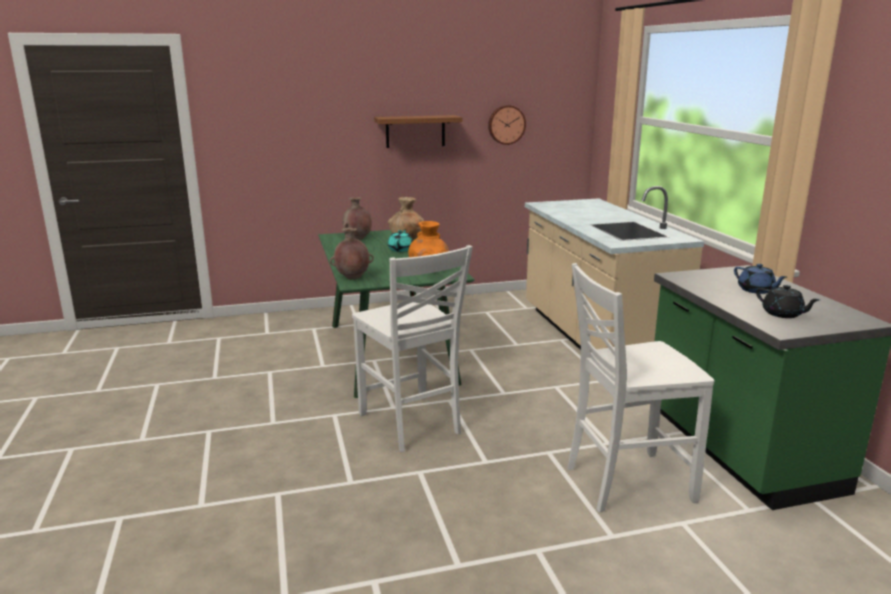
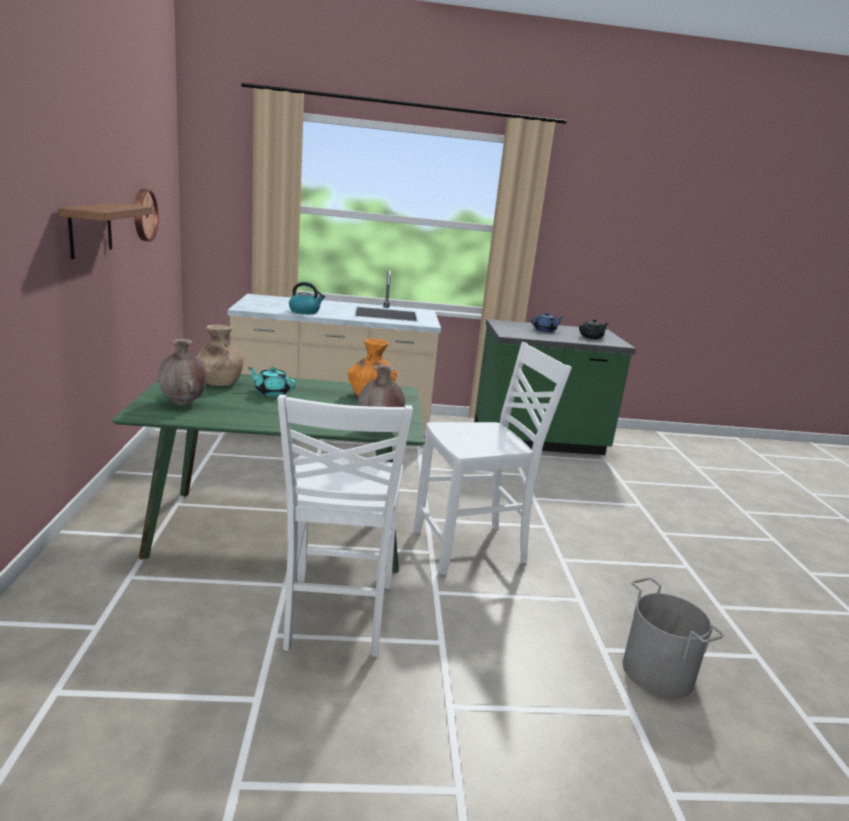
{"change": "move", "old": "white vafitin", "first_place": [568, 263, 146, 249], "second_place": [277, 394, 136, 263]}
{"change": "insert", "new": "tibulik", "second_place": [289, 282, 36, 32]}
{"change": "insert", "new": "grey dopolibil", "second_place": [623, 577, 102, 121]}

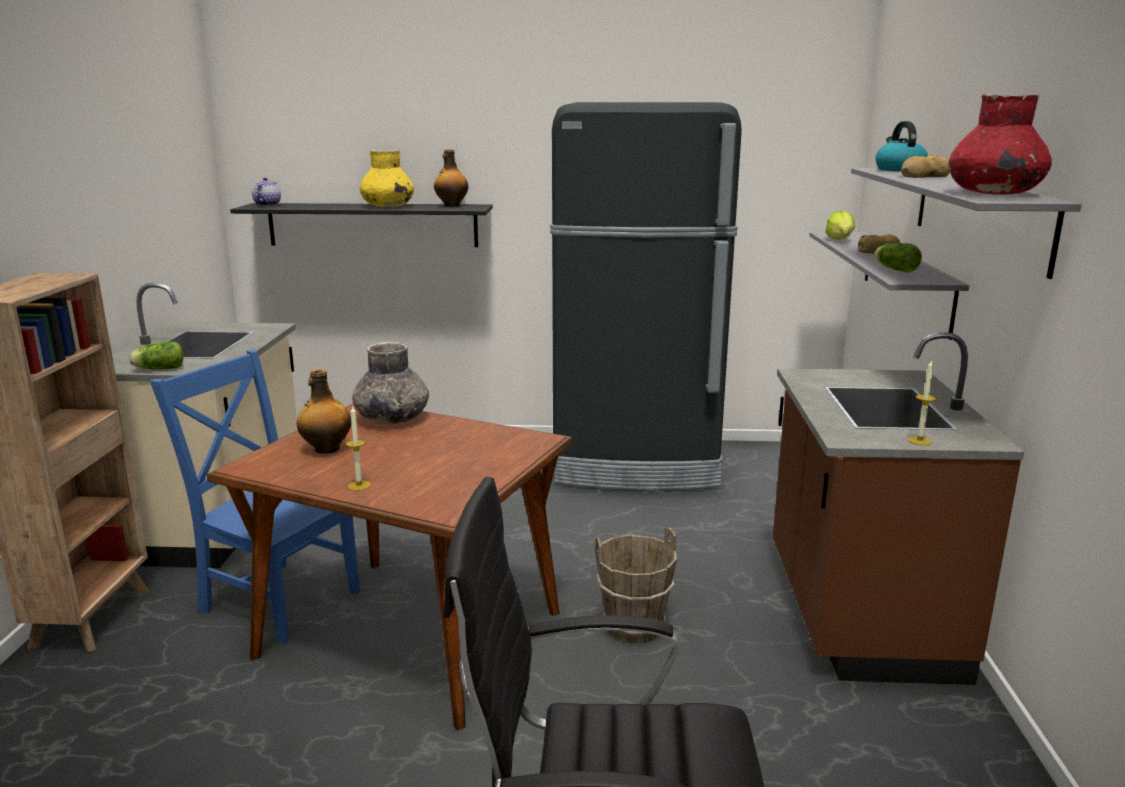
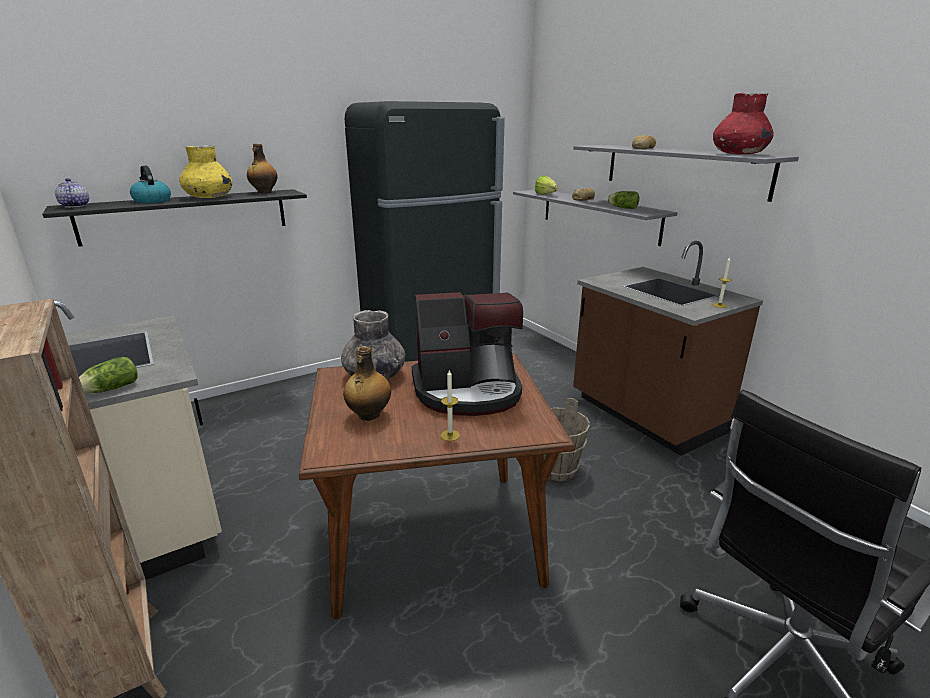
{"change": "move", "old": "tibulik", "first_place": [875, 121, 53, 51], "second_place": [130, 166, 41, 37]}
{"change": "insert", "new": "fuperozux", "second_place": [412, 292, 111, 124]}
{"change": "delete", "old": "blue vafitin", "first_place": [150, 349, 210, 295]}

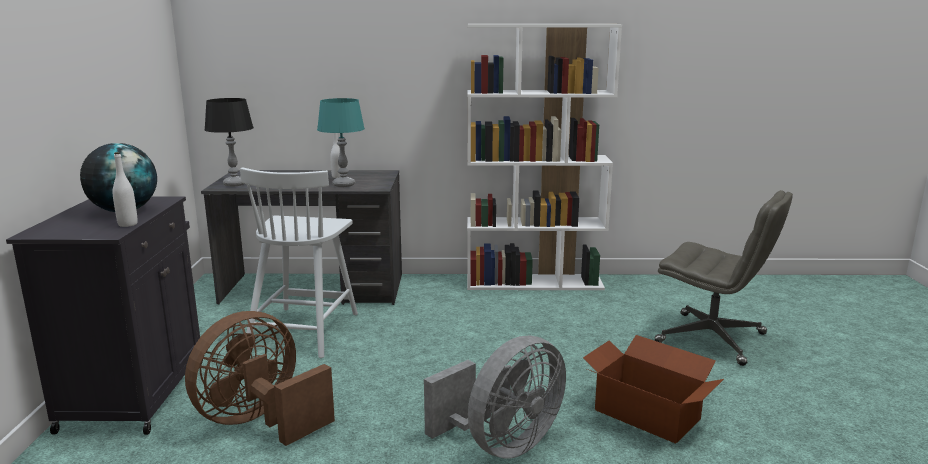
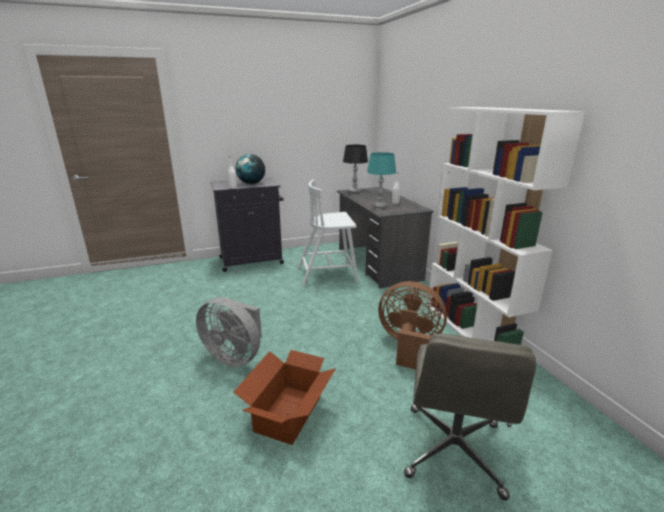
{"change": "move", "old": "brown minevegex", "first_place": [185, 311, 150, 135], "second_place": [378, 281, 69, 89]}

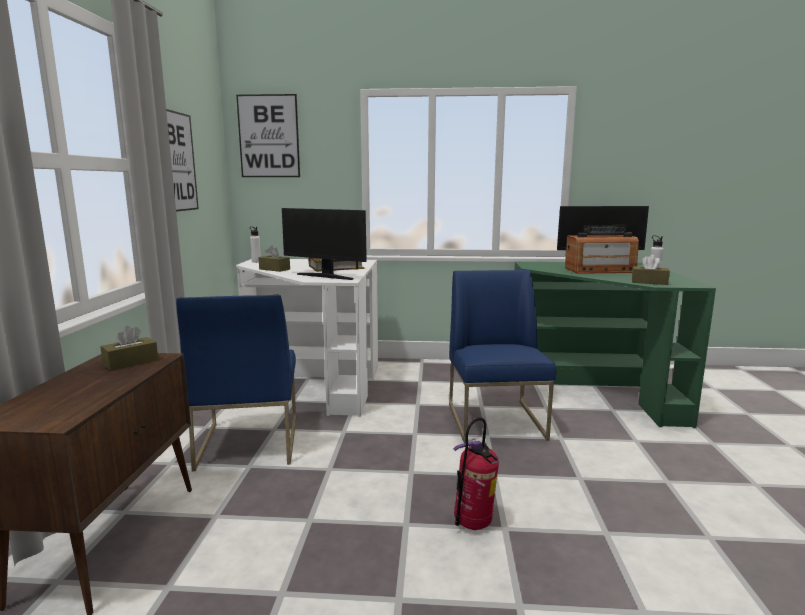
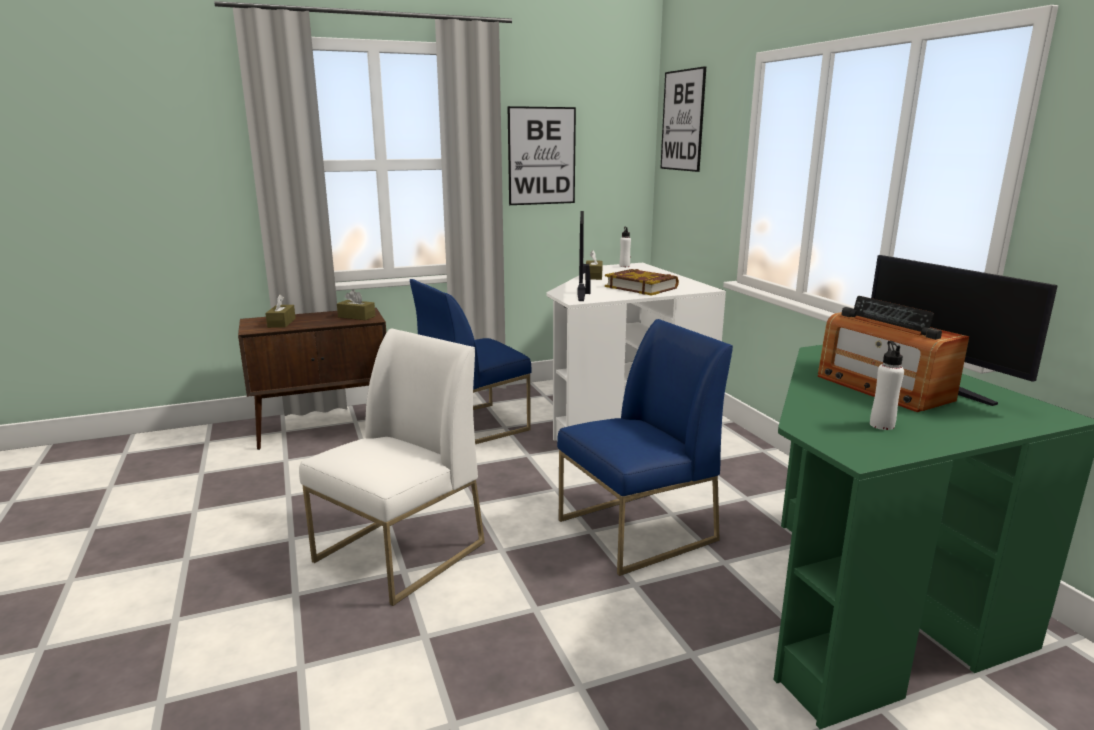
{"change": "move", "old": "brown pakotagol", "first_place": [632, 255, 38, 30], "second_place": [265, 295, 31, 33]}
{"change": "replace", "old": "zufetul", "new": "white vafitin", "first_place": [453, 417, 46, 113], "second_place": [299, 328, 186, 278]}

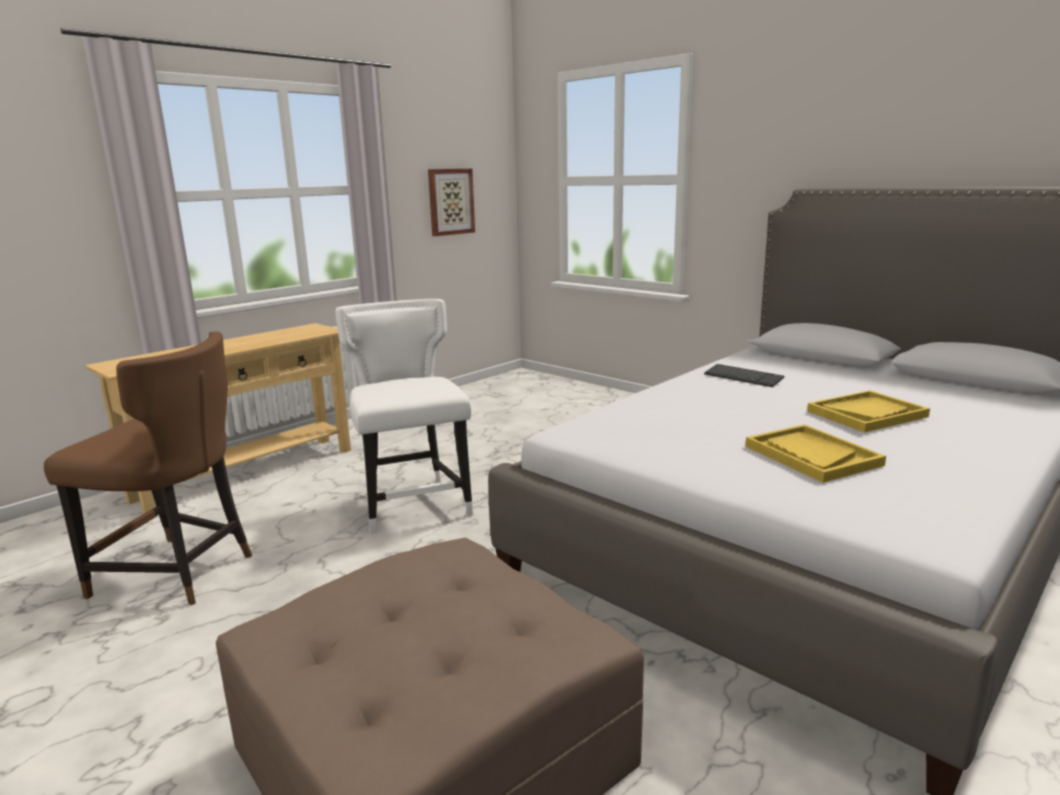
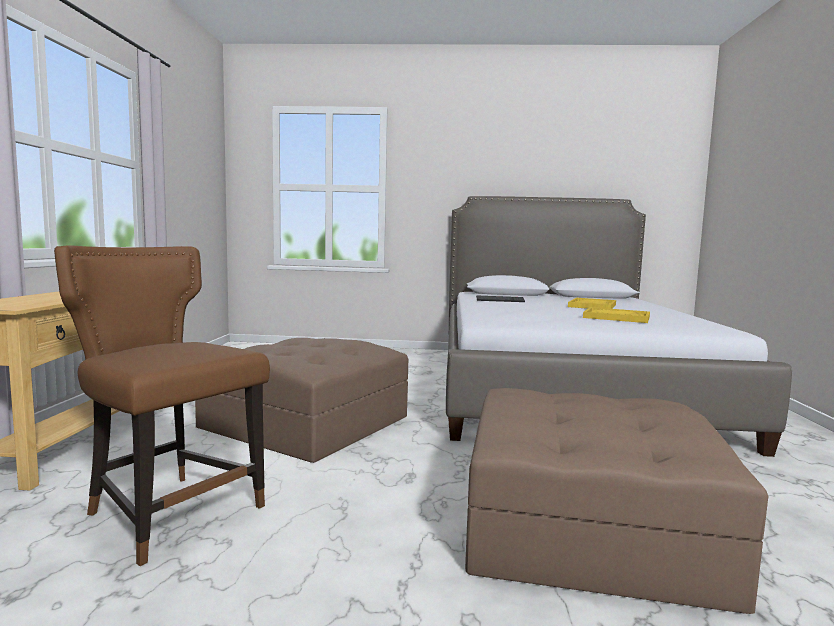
{"change": "rotate", "old": "brown vafitin", "first_place": [44, 331, 208, 274], "second_place": [54, 245, 216, 321], "degrees": -120}
{"change": "replace", "old": "white vafitin", "new": "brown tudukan", "first_place": [335, 299, 138, 235], "second_place": [195, 338, 213, 125]}
{"change": "delete", "old": "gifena", "first_place": [428, 169, 47, 67]}

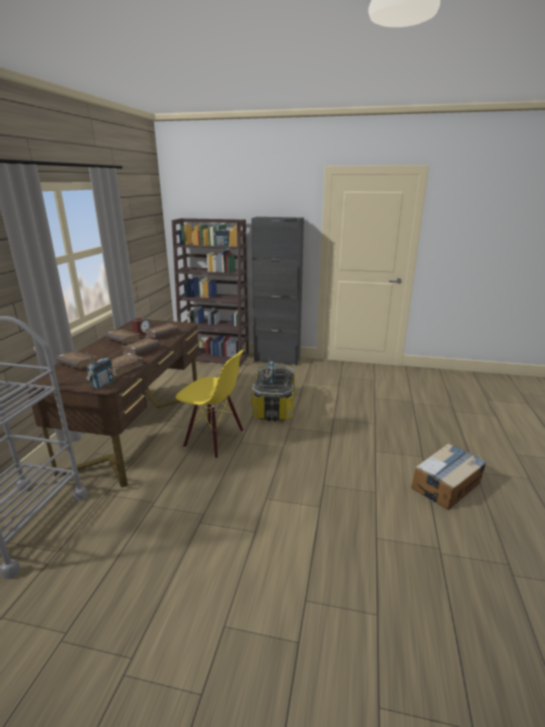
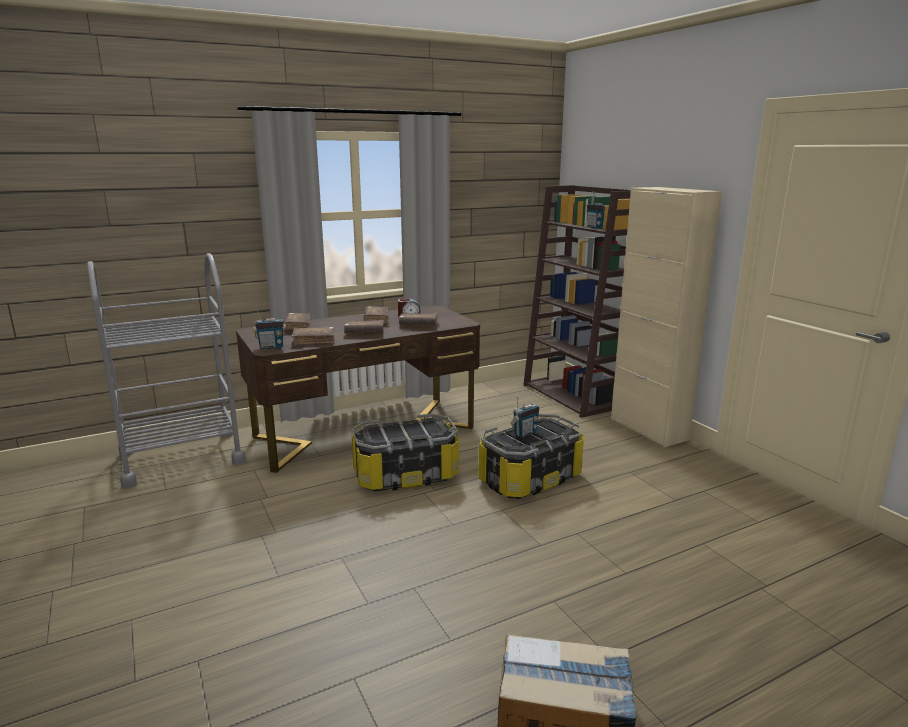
{"change": "replace", "old": "yellow vafitin", "new": "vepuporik", "first_place": [176, 350, 68, 109], "second_place": [352, 413, 107, 78]}
{"change": "recolor", "old": "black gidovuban", "new": "beige gidovuban", "first_place": [251, 217, 53, 148], "second_place": [611, 187, 111, 260]}

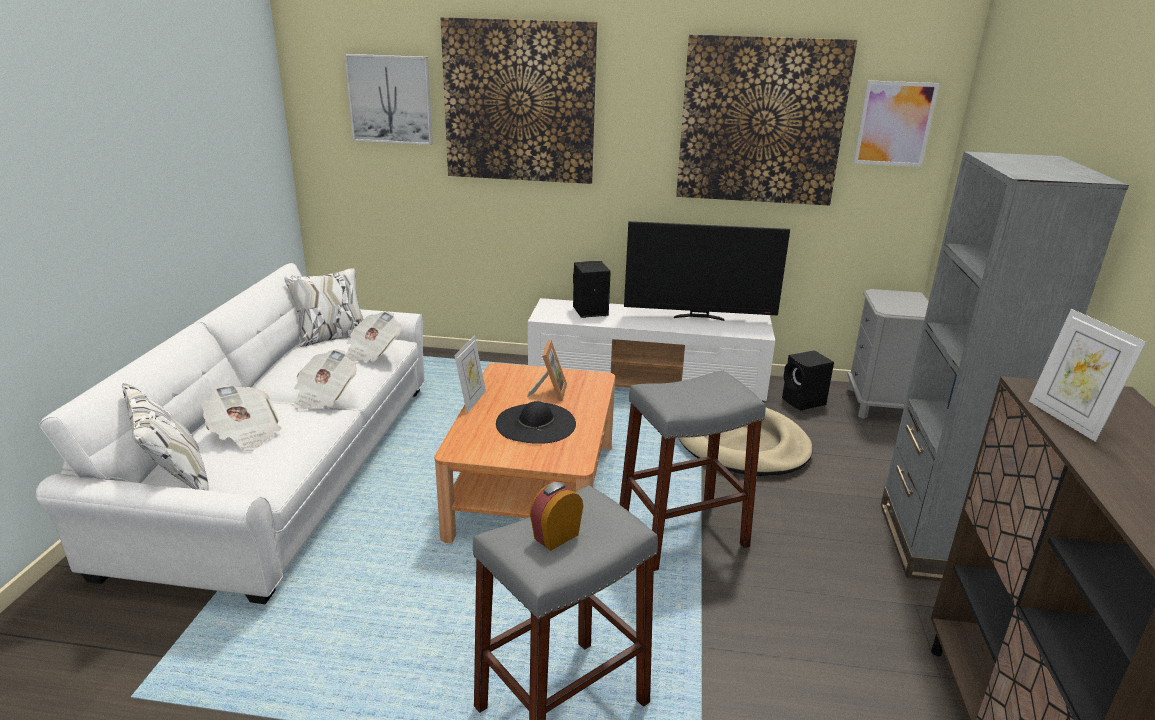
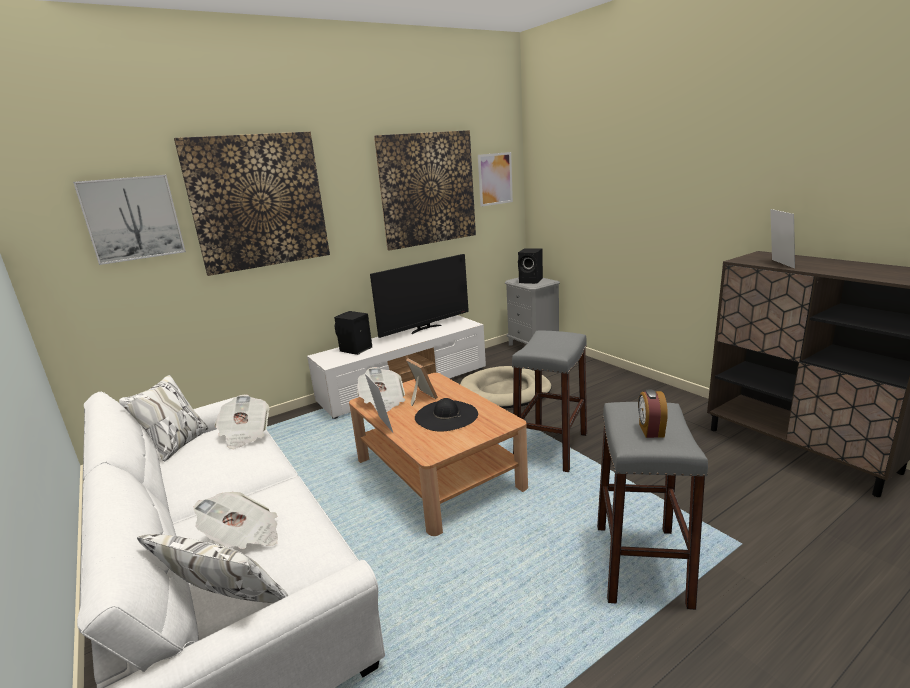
{"change": "move", "old": "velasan", "first_place": [293, 350, 63, 60], "second_place": [357, 367, 48, 45]}
{"change": "move", "old": "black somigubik", "first_place": [782, 350, 52, 61], "second_place": [518, 248, 25, 36]}
{"change": "rotate", "old": "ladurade", "first_place": [1029, 309, 117, 133], "second_place": [770, 209, 25, 60], "degrees": -120}
{"change": "delete", "old": "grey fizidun", "first_place": [881, 151, 248, 431]}

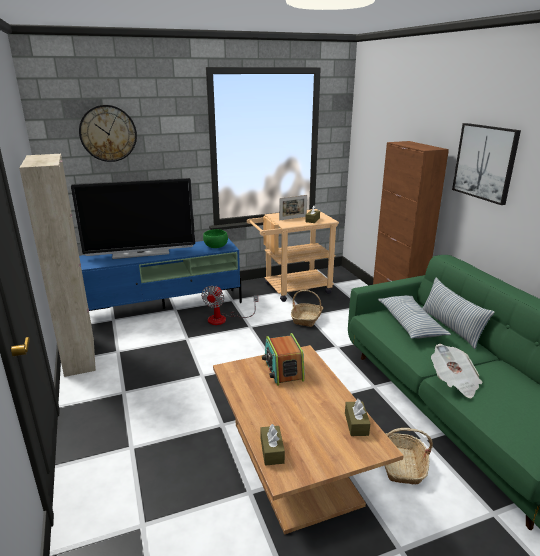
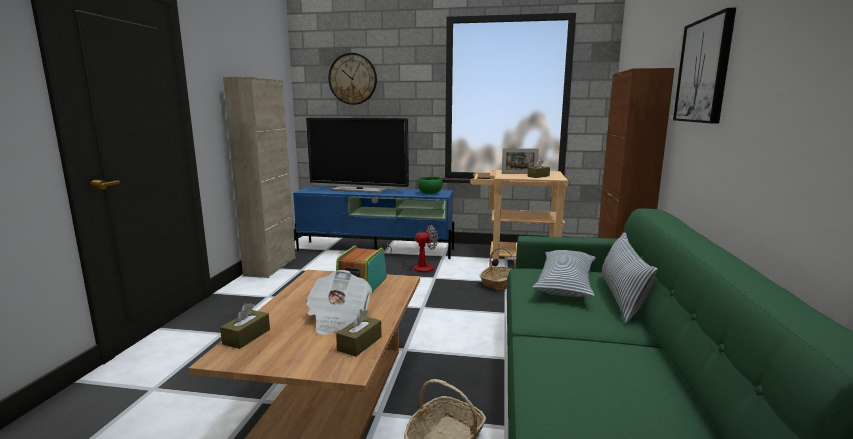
{"change": "move", "old": "velasan", "first_place": [431, 344, 51, 54], "second_place": [306, 270, 66, 65]}
{"change": "rotate", "old": "minevegex", "first_place": [201, 286, 57, 39], "second_place": [387, 225, 51, 47], "degrees": -150}

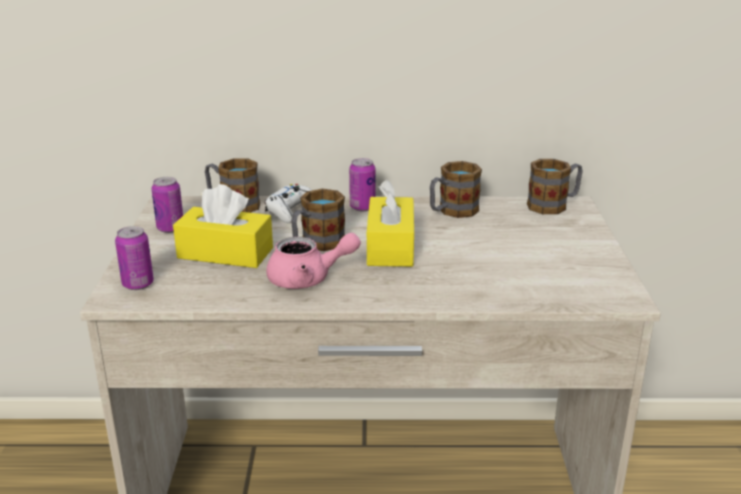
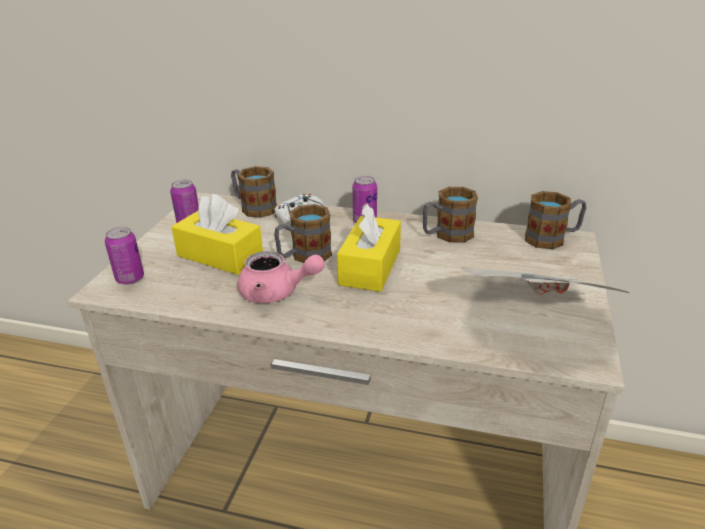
{"change": "insert", "new": "velasan", "second_place": [460, 267, 170, 28]}

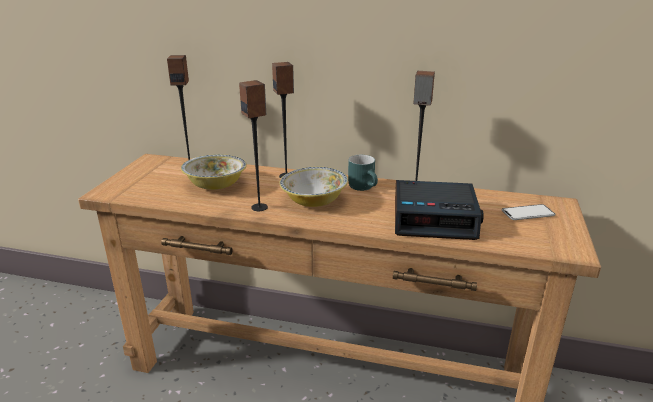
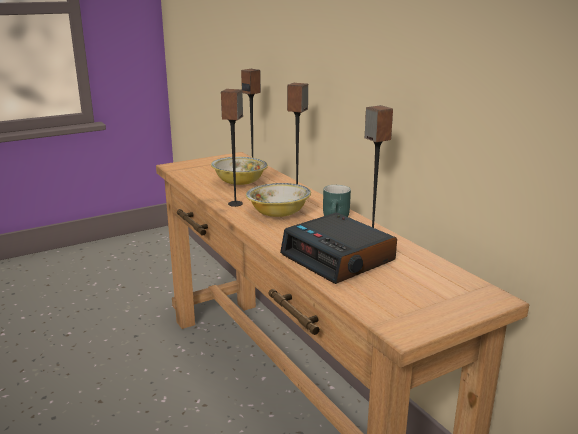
{"change": "delete", "old": "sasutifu", "first_place": [502, 204, 53, 16]}

